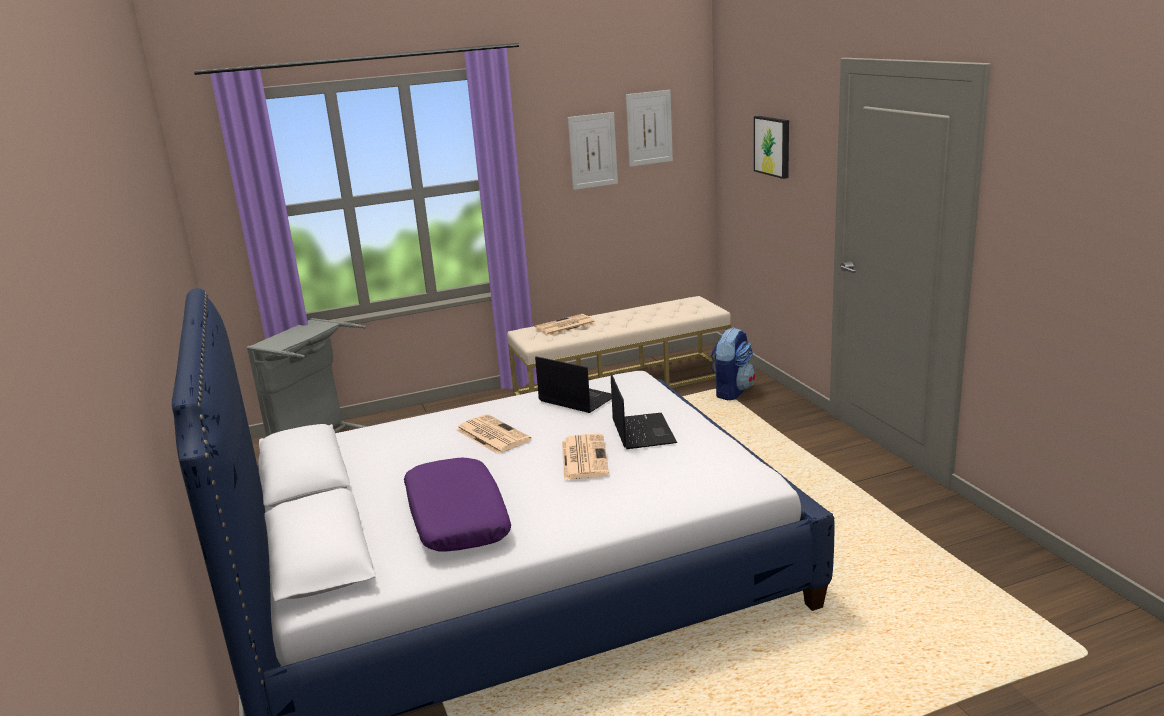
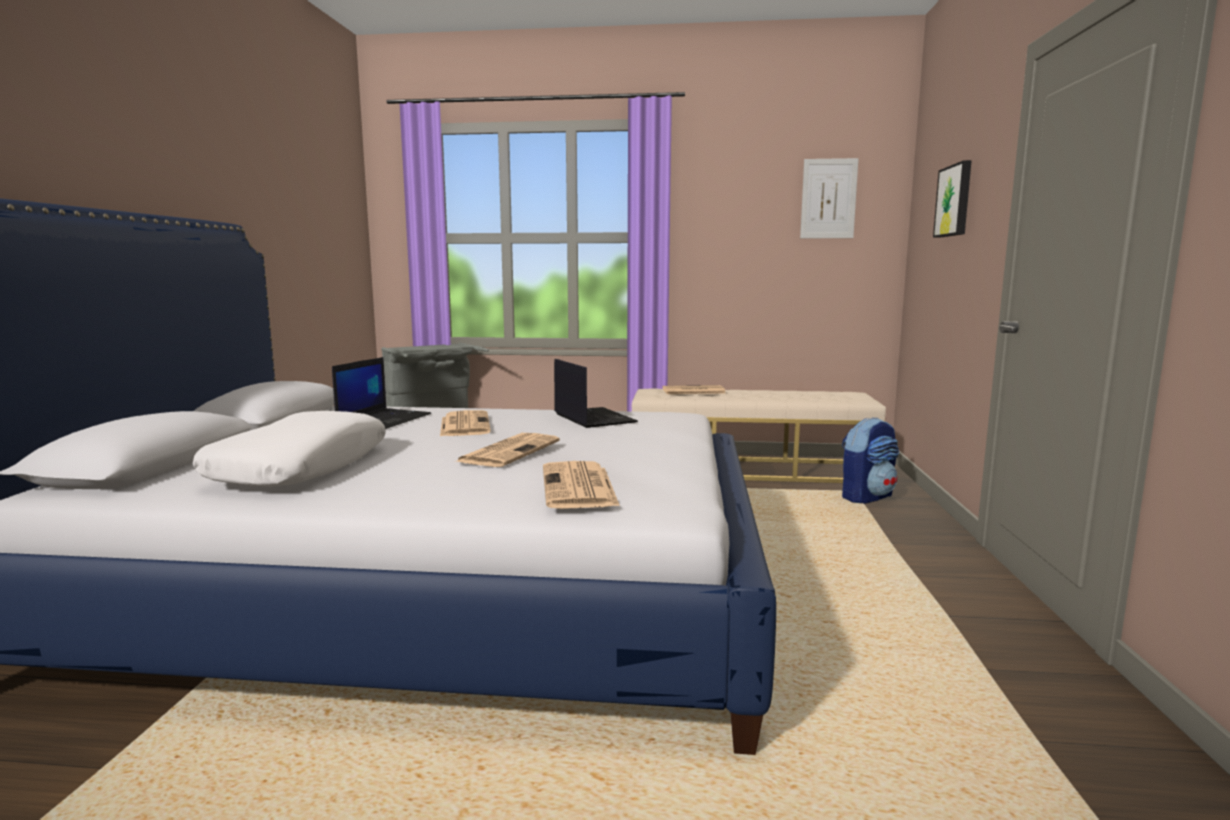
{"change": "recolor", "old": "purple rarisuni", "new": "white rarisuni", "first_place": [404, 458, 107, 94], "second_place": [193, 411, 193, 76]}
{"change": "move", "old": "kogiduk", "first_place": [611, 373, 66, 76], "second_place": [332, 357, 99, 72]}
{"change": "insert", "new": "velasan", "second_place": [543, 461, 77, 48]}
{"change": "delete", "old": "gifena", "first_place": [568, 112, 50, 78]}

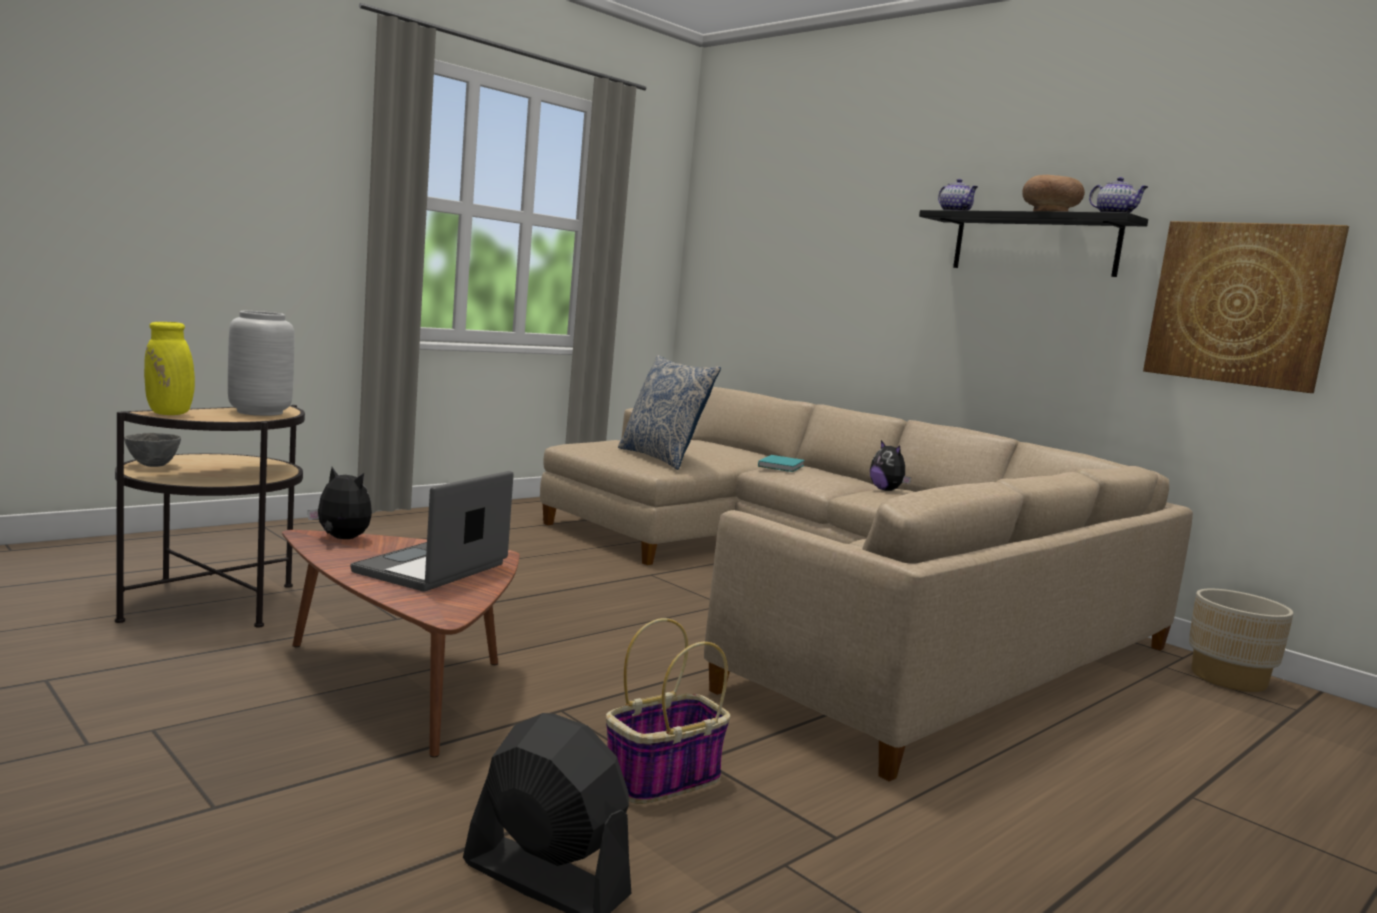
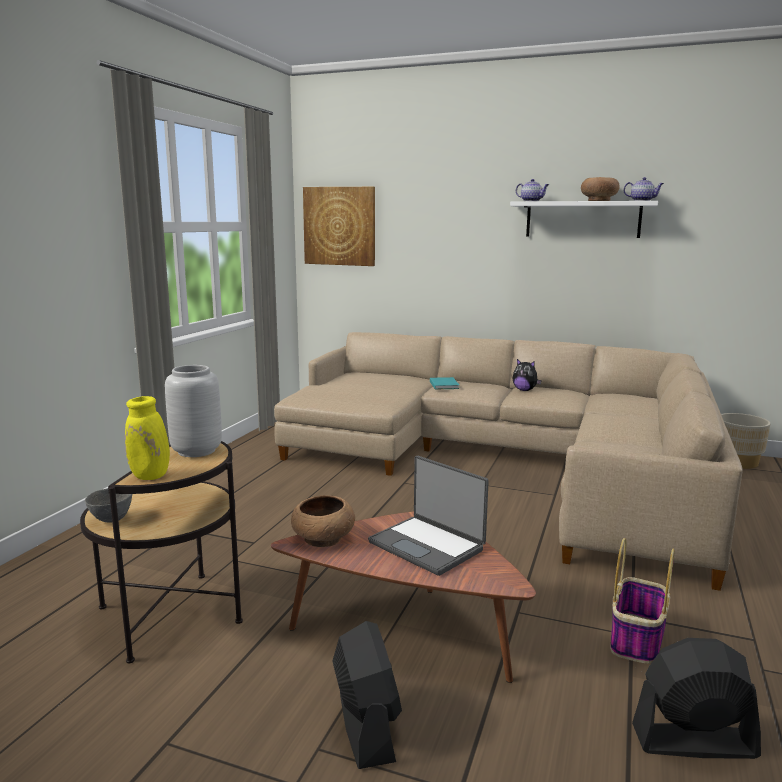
{"change": "replace", "old": "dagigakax", "new": "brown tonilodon", "first_place": [308, 467, 64, 72], "second_place": [291, 495, 64, 52]}
{"change": "move", "old": "gifena", "first_place": [1143, 221, 206, 172], "second_place": [303, 187, 72, 79]}
{"change": "insert", "new": "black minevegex", "second_place": [332, 621, 70, 148]}
{"change": "rotate", "old": "kogiduk", "first_place": [350, 471, 164, 120], "second_place": [368, 456, 121, 120], "degrees": -45}
{"change": "recolor", "old": "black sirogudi", "new": "white sirogudi", "first_place": [919, 210, 229, 67], "second_place": [510, 201, 148, 37]}
{"change": "delete", "old": "rarisuni", "first_place": [618, 355, 103, 115]}

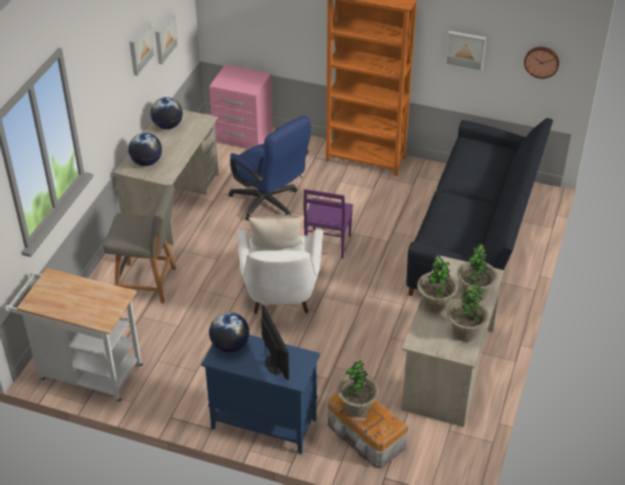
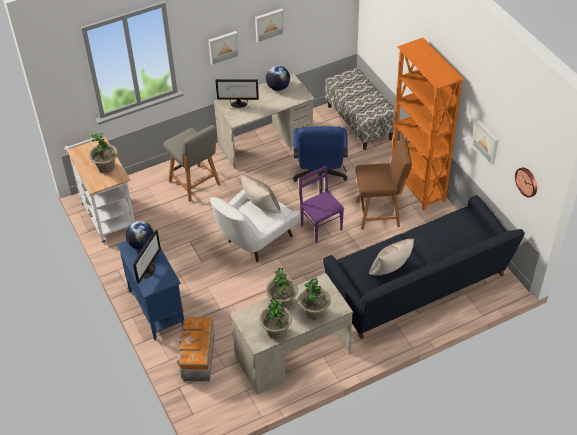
{"change": "move", "old": "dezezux", "first_place": [337, 360, 42, 57], "second_place": [89, 133, 29, 40]}
{"change": "move", "old": "gifena", "first_place": [155, 13, 23, 52], "second_place": [208, 31, 31, 35]}
{"change": "replace", "old": "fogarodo", "new": "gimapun", "first_place": [128, 133, 34, 33], "second_place": [215, 79, 44, 29]}
{"change": "rotate", "old": "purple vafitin", "first_place": [303, 189, 50, 69], "second_place": [299, 166, 45, 77], "degrees": 90}
{"change": "replace", "old": "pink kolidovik", "new": "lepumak", "first_place": [209, 64, 64, 85], "second_place": [325, 67, 70, 83]}
{"change": "insert", "new": "brown vafitin", "second_place": [356, 138, 56, 92]}
{"change": "insert", "new": "beige rarisuni", "second_place": [369, 239, 45, 36]}

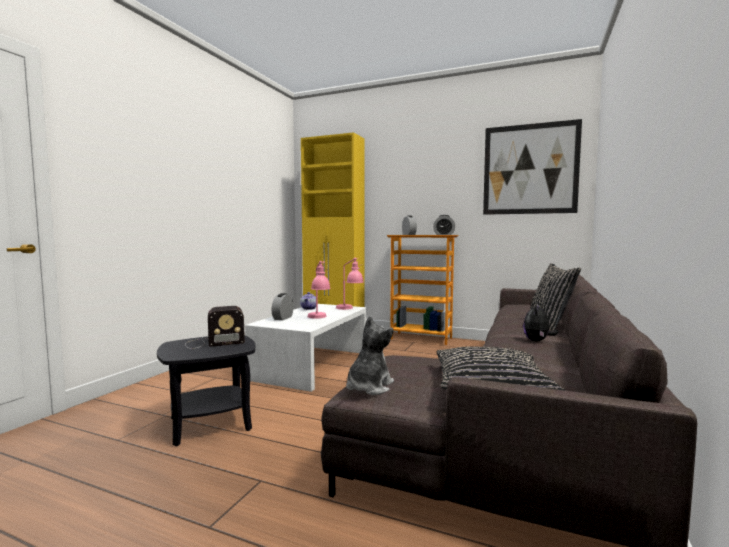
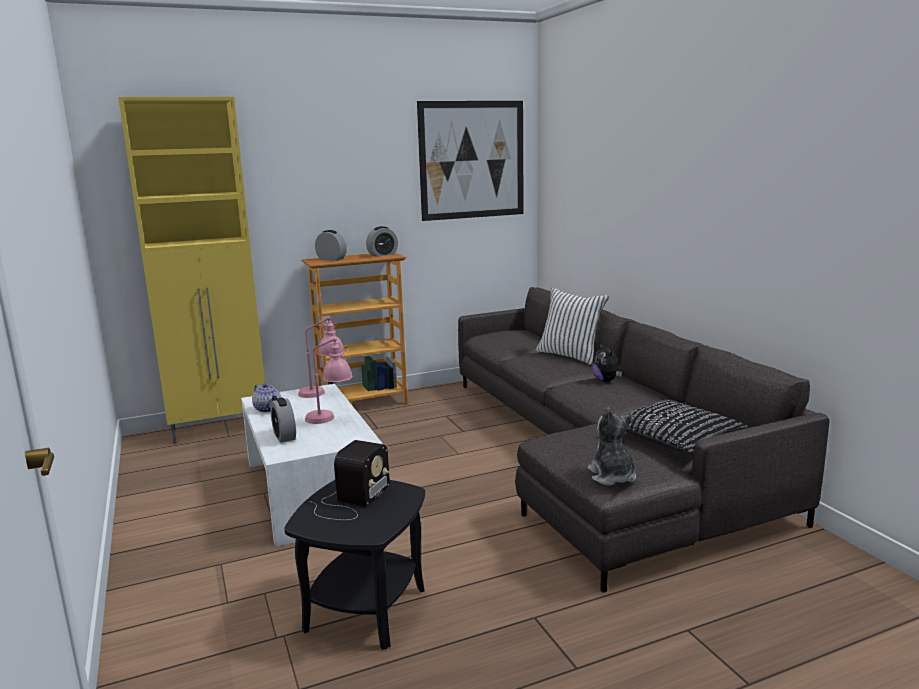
{"change": "recolor", "old": "black rarisuni", "new": "white rarisuni", "first_place": [530, 263, 51, 68], "second_place": [536, 287, 73, 78]}

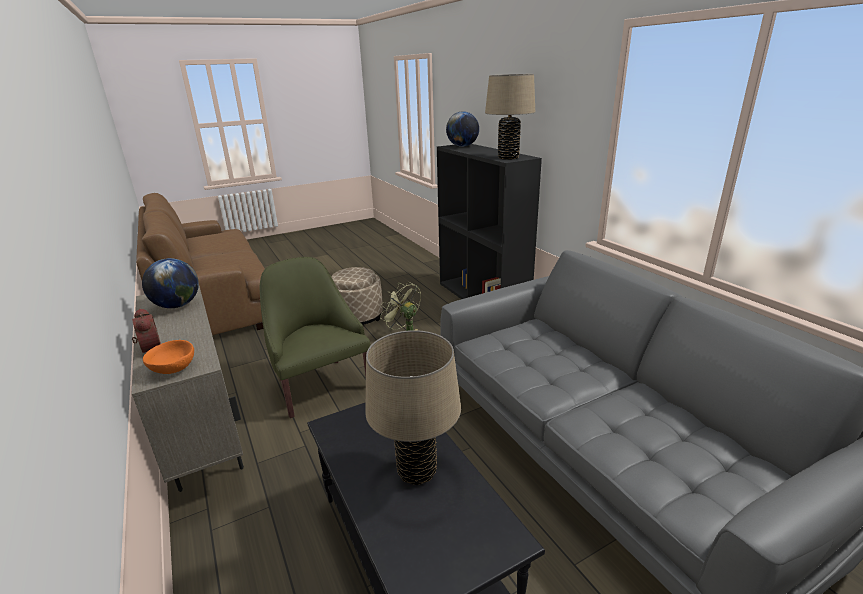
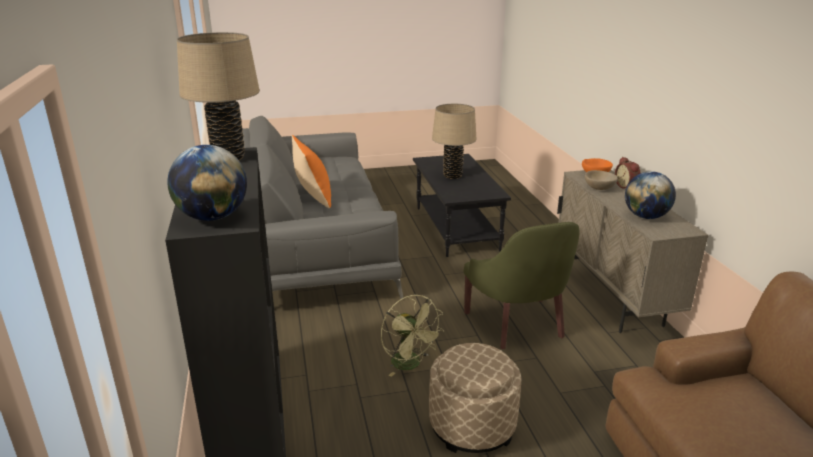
{"change": "insert", "new": "orange rarisuni", "second_place": [291, 135, 40, 73]}
{"change": "insert", "new": "beige tonilodon", "second_place": [585, 170, 33, 20]}

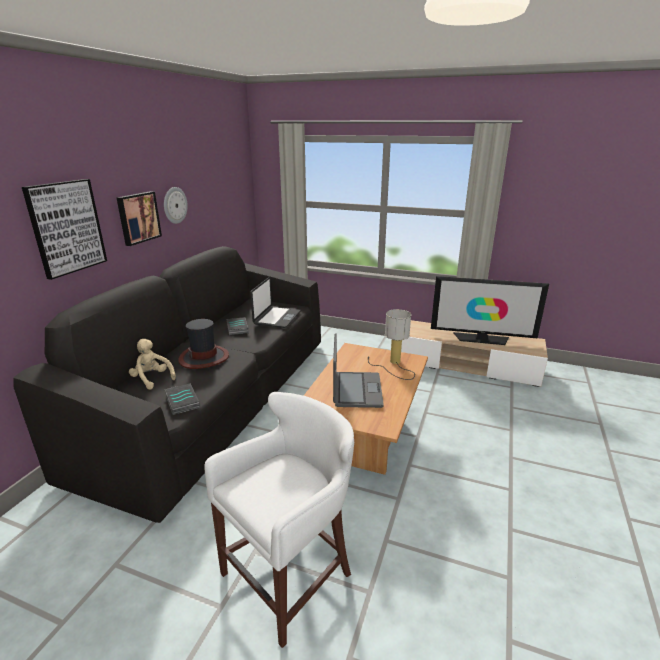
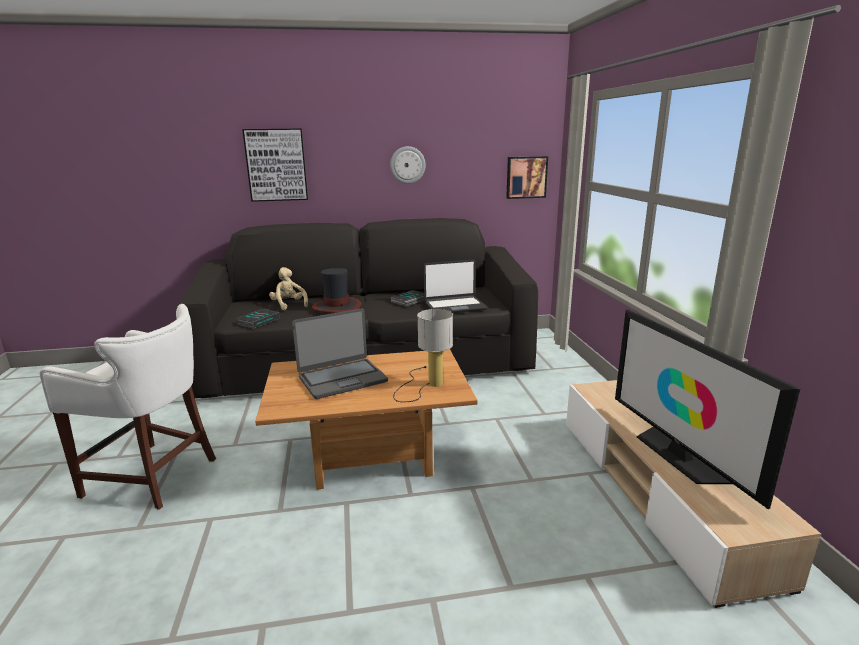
{"change": "rotate", "old": "beige dagigakax", "first_place": [129, 339, 47, 51], "second_place": [269, 267, 39, 44], "degrees": -45}
{"change": "move", "old": "gifena", "first_place": [116, 191, 46, 55], "second_place": [506, 156, 42, 43]}

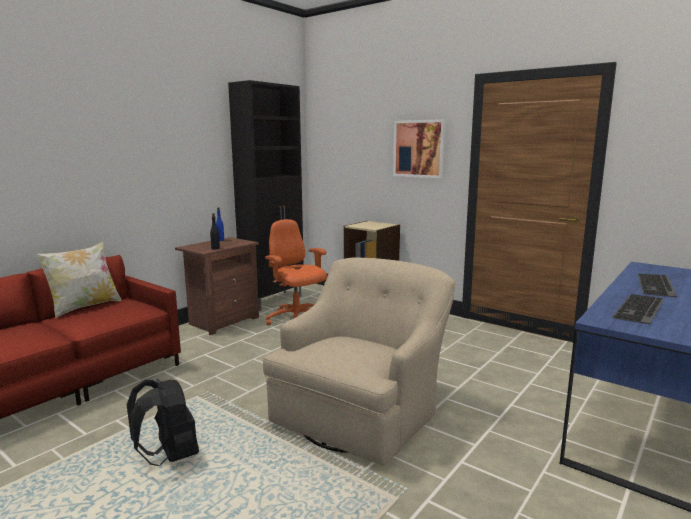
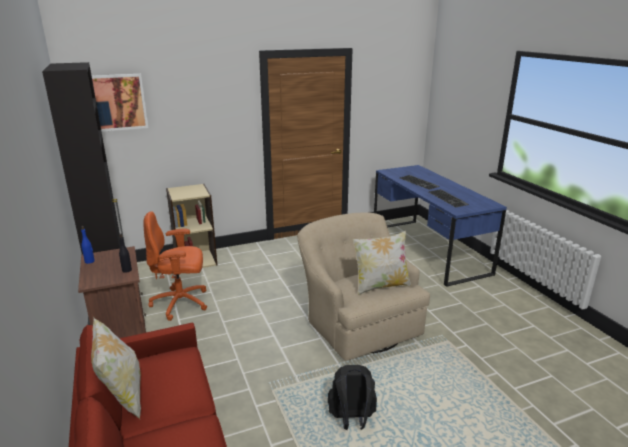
{"change": "move", "old": "gifena", "first_place": [393, 119, 53, 59], "second_place": [92, 74, 56, 58]}
{"change": "insert", "new": "rarisuni", "second_place": [353, 231, 58, 64]}

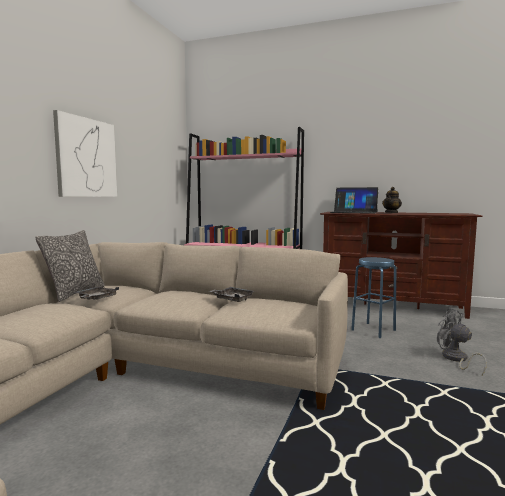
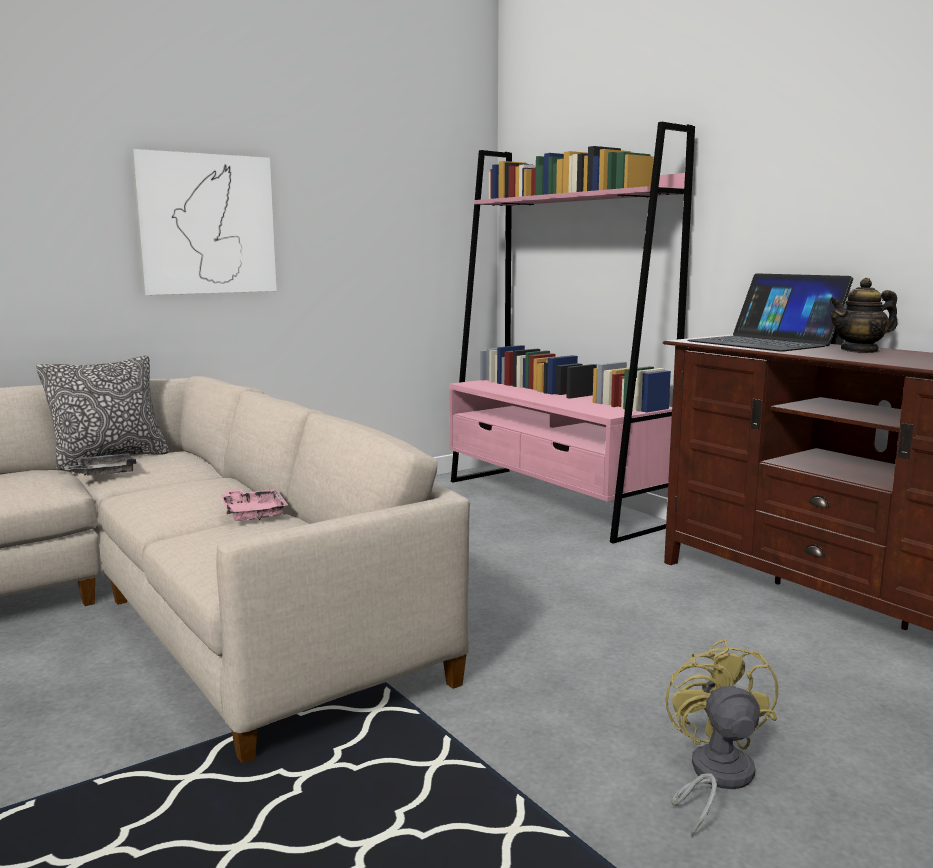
{"change": "recolor", "old": "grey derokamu", "new": "pink derokamu", "first_place": [209, 287, 46, 15], "second_place": [221, 488, 67, 33]}
{"change": "recolor", "old": "grey minevegex", "new": "yellow minevegex", "first_place": [437, 308, 50, 67], "second_place": [666, 639, 112, 198]}
{"change": "delete", "old": "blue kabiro", "first_place": [351, 257, 45, 81]}

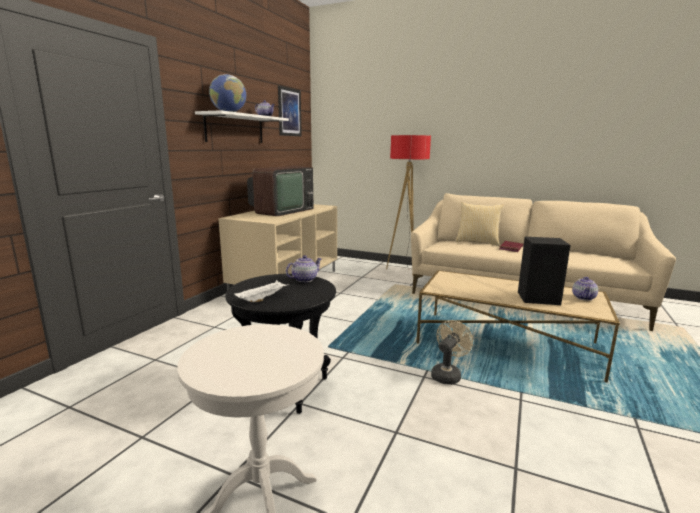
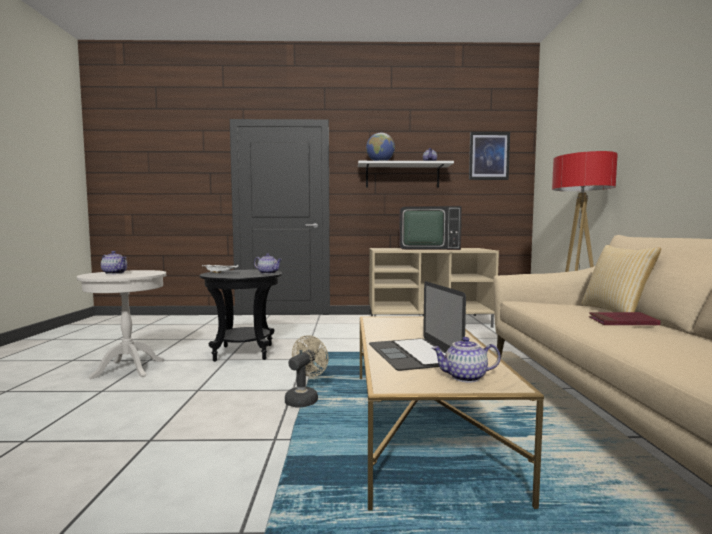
{"change": "insert", "new": "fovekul", "second_place": [101, 251, 26, 23]}
{"change": "rotate", "old": "beige minevegex", "first_place": [431, 320, 42, 65], "second_place": [285, 335, 44, 72], "degrees": -75}
{"change": "replace", "old": "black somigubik", "new": "kogiduk", "first_place": [518, 237, 53, 68], "second_place": [369, 281, 97, 90]}

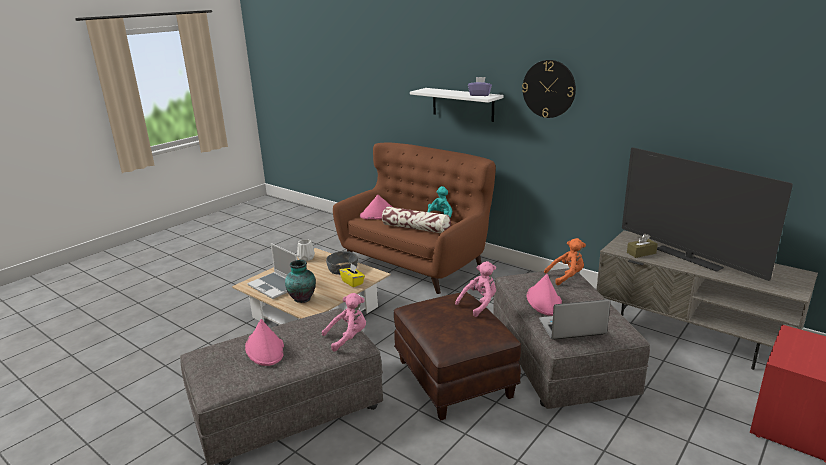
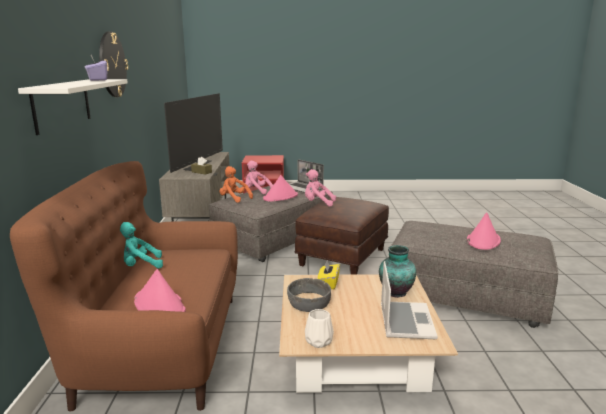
{"change": "move", "old": "pink dagigakax", "first_place": [322, 293, 44, 59], "second_place": [245, 161, 28, 33]}
{"change": "delete", "old": "rarisuni", "first_place": [382, 207, 69, 26]}

